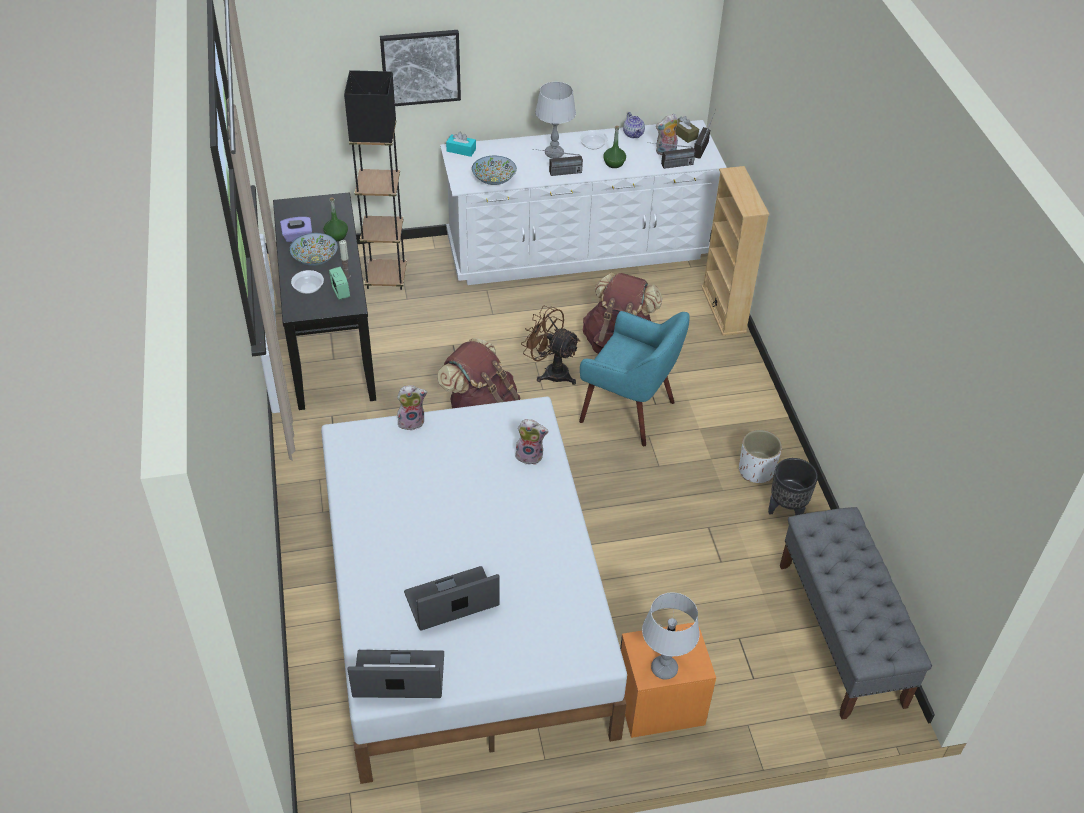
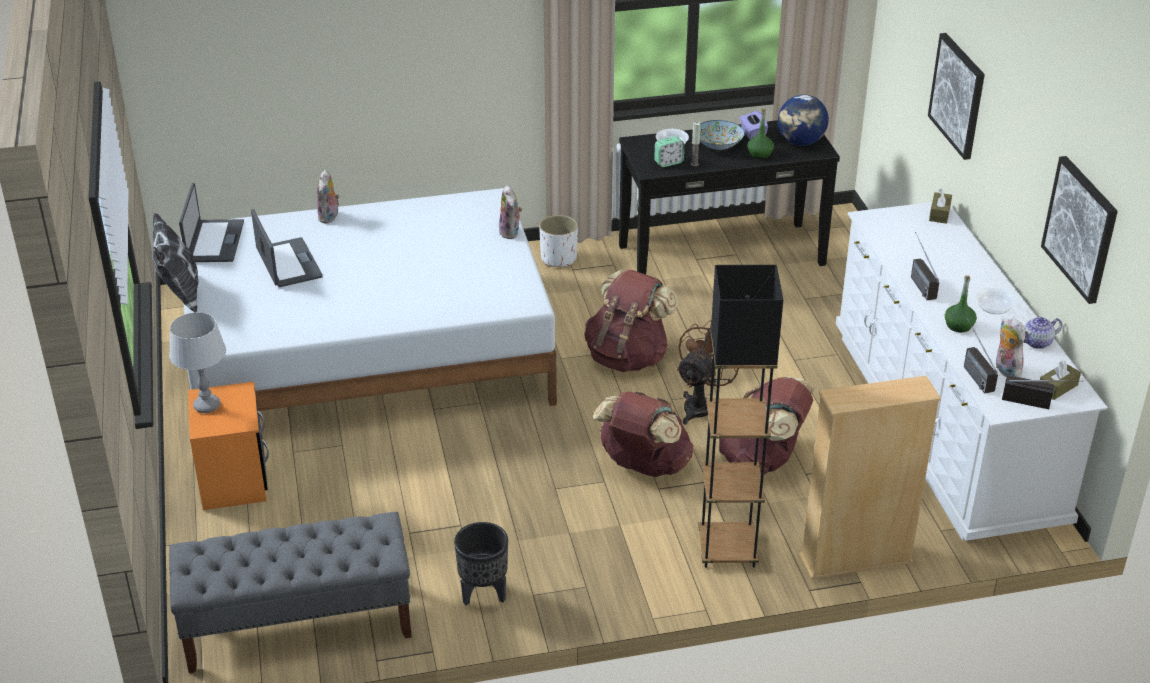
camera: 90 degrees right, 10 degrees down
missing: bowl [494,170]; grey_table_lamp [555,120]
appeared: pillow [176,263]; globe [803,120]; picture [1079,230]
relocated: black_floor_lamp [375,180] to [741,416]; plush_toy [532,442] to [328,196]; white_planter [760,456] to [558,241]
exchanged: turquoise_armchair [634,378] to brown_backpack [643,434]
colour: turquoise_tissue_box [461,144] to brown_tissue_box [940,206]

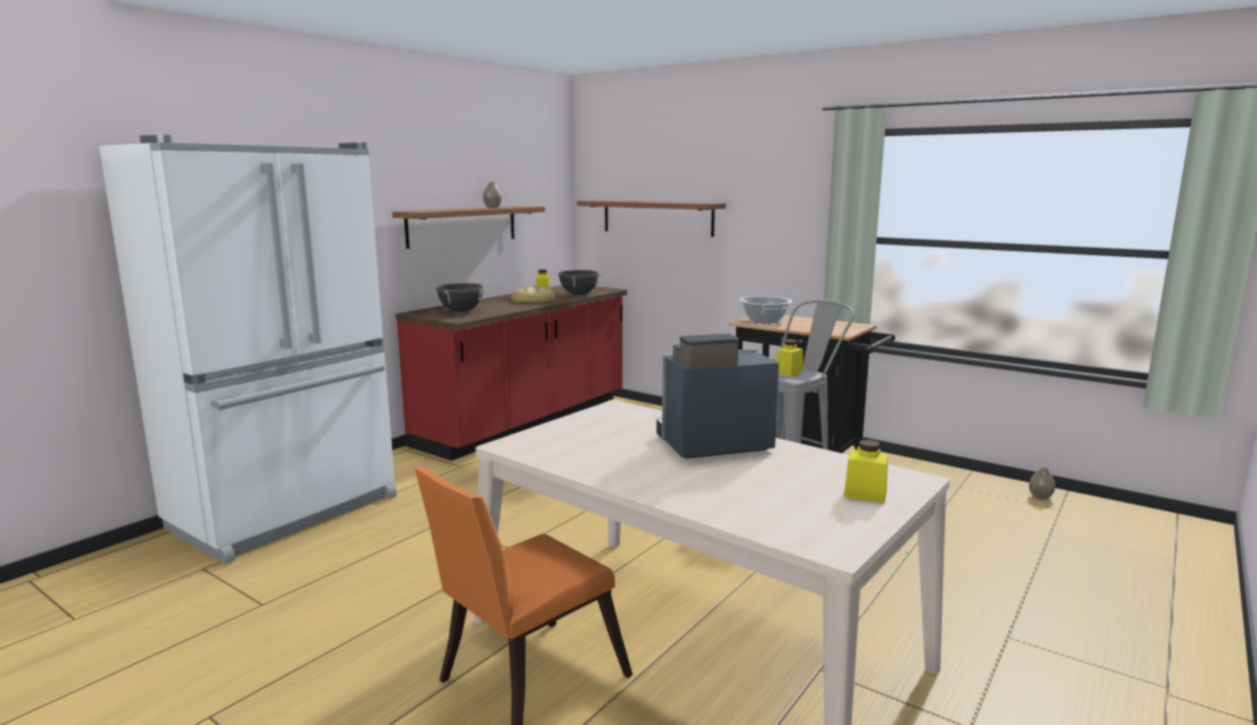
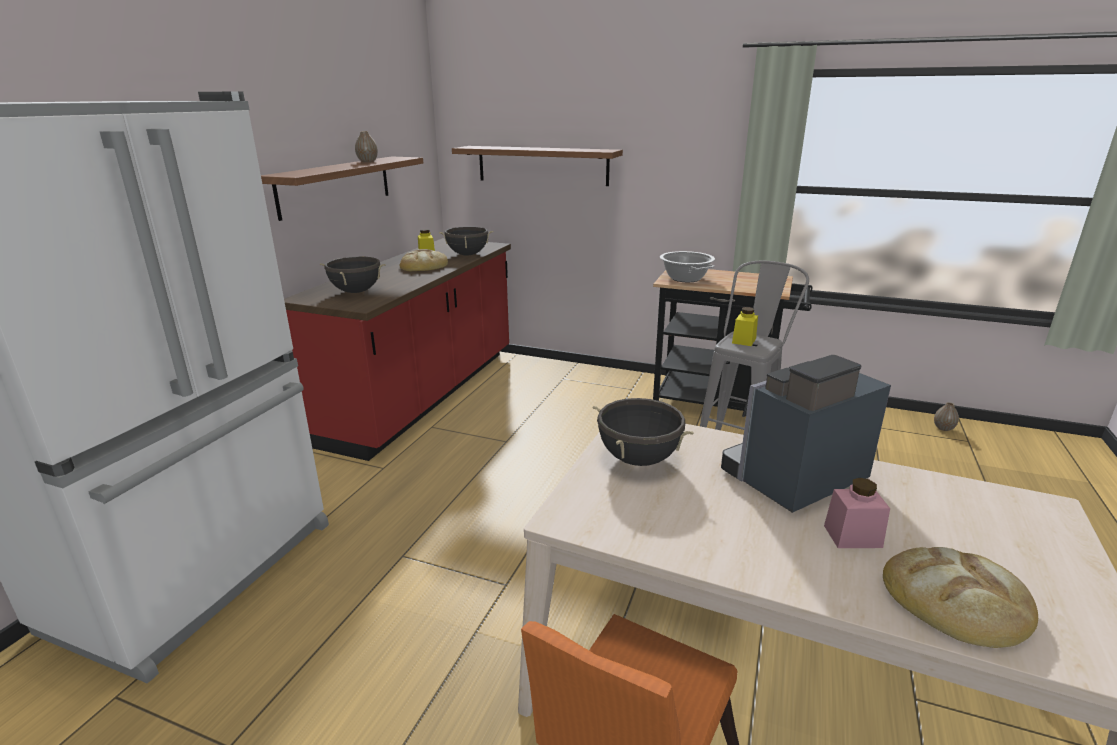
camera: 15 degrees left, 10 degrees up
missing: yellow_jar [866,471]
appeared: black_cooking_pot [643,432]; pink_jar [857,513]; bread [960,597]

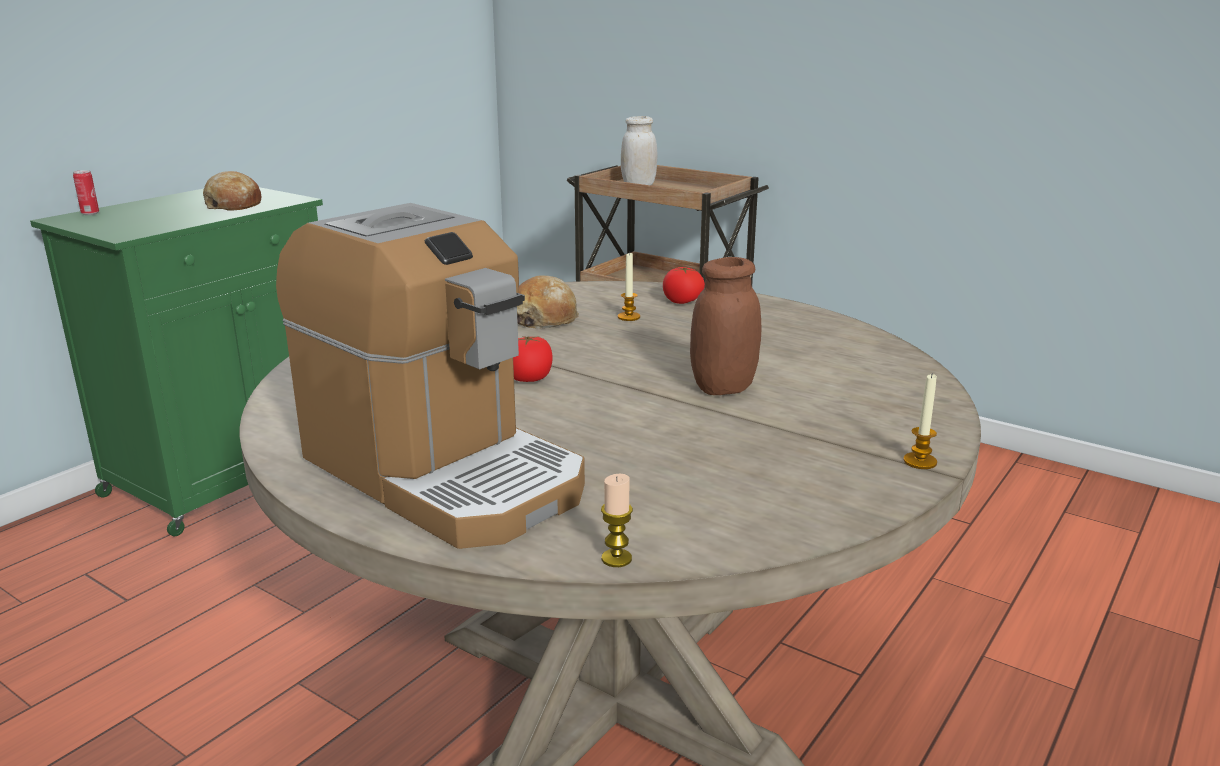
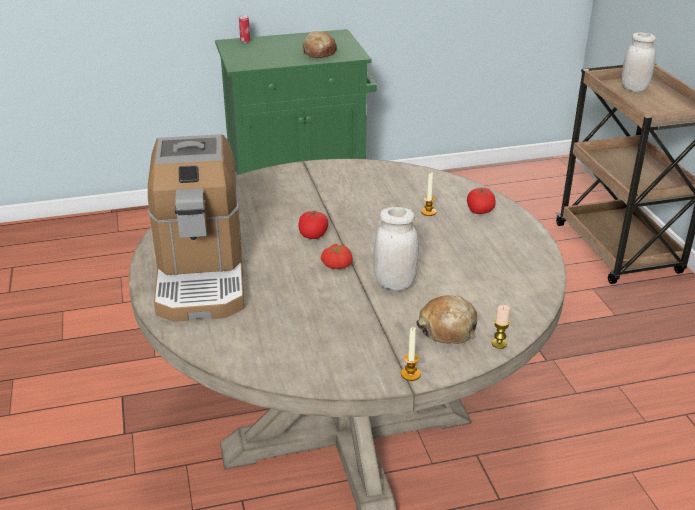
camera: 40 degrees right, 10 degrees up
appeared: tomato [337,256]
relocated: bread [548,302] to [446,319]; candle [617,520] to [501,327]
colour: brown_jar [725,326] to white_jar [396,248]

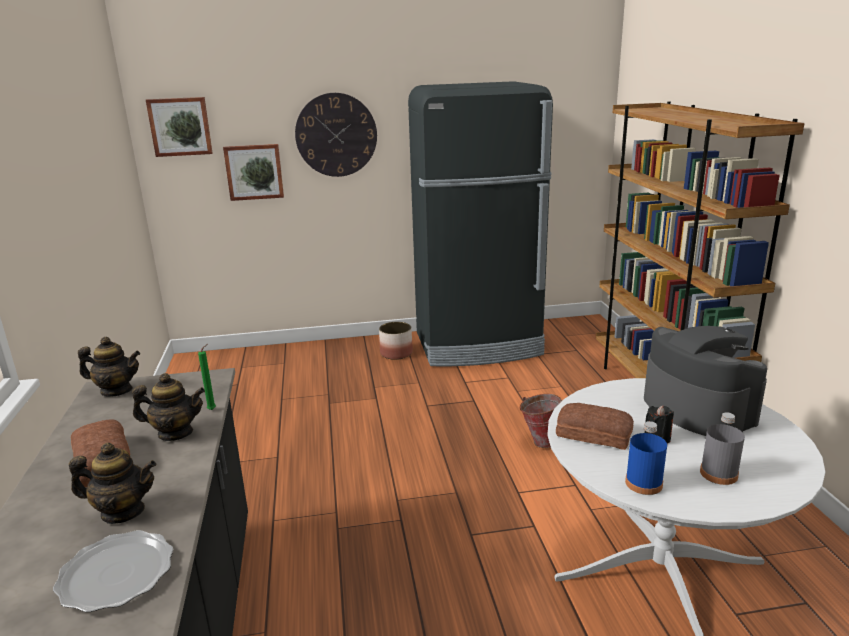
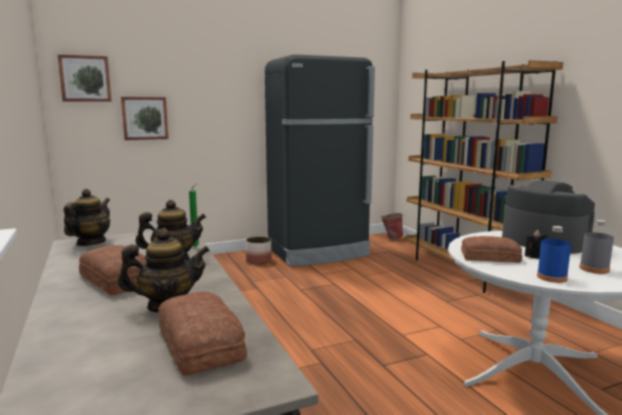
camera: 15 degrees left, 10 degrees down
missing: wall_clock [336,135]
relocated: bucket [541,421] to [392,226]
exchanged: plate [113,571] to bread [202,334]
spun: teapot [109,367] = [87,217] 60 degrees counterclockwise

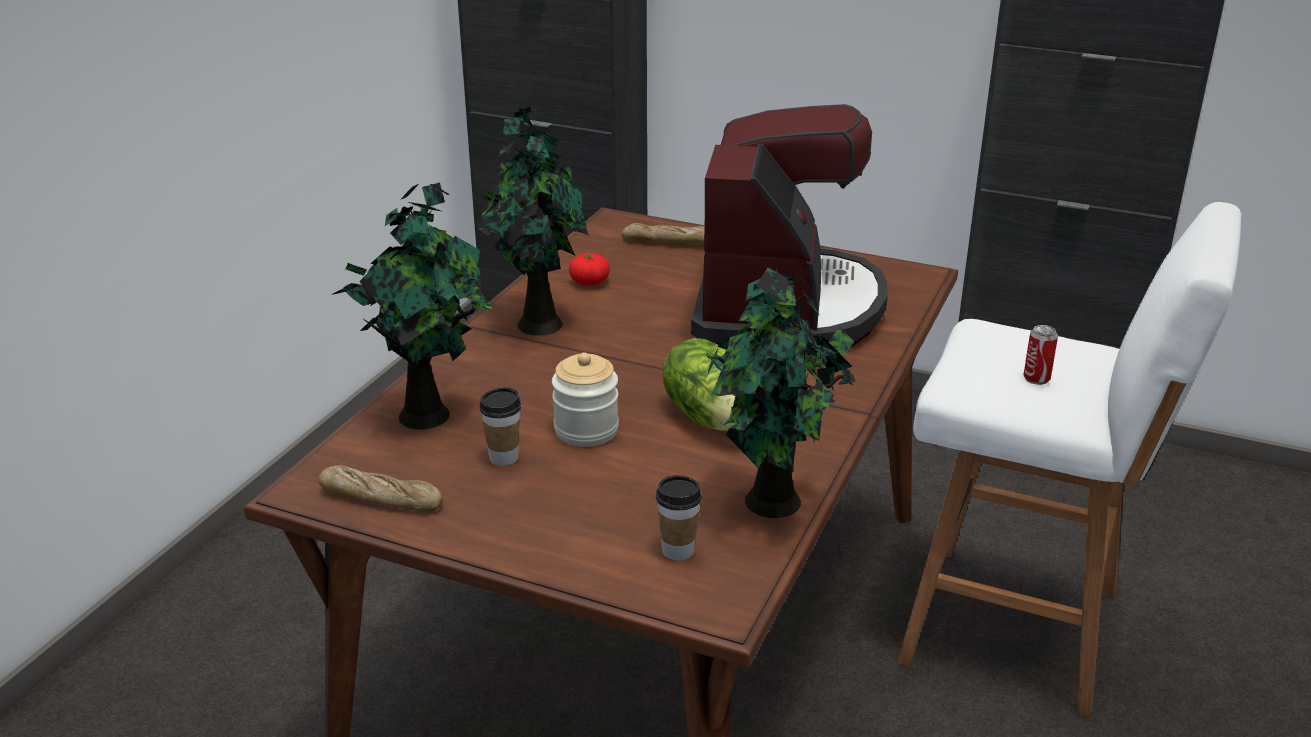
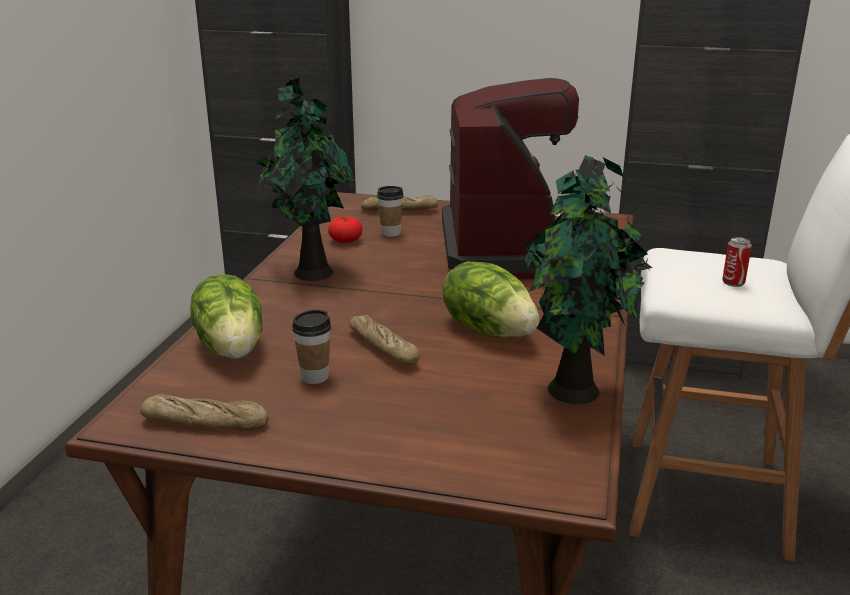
camera: 10 degrees left, 5 degrees down
relocated: cup [679,518] to [390,211]
exchanged: potted_plant [412,306] to lettuce [226,316]; jar [585,400] to bread [384,340]

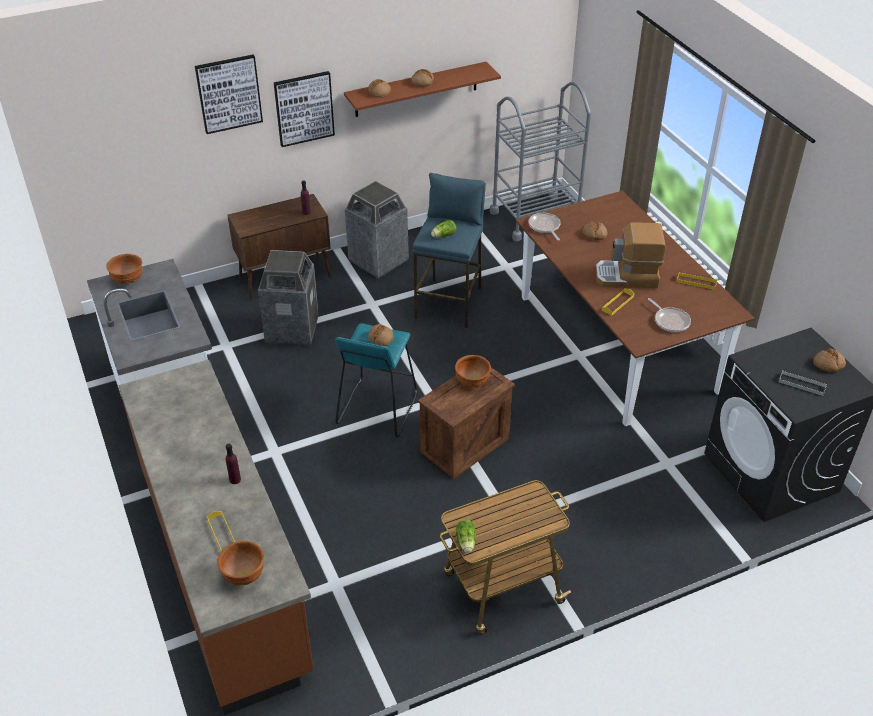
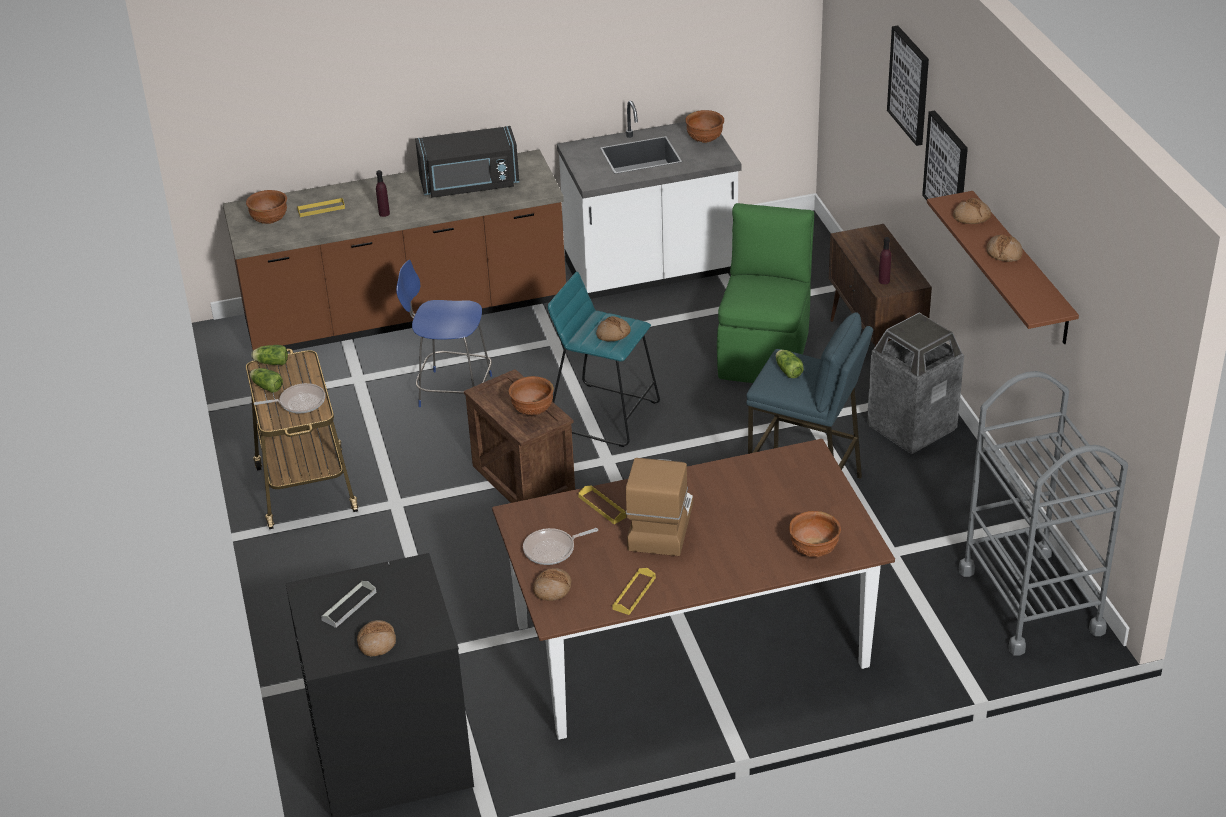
camera: 100 degrees right, 5 degrees down
appeared: lettuce [266,380]; blue_chair [444,333]; black_microwave [467,162]; brown_bowl [815,534]
relocated: frying_pan [545,227] to [289,398]; bread [594,231] to [552,584]
exchanged: trash_can [288,298] to green_chair [765,293]

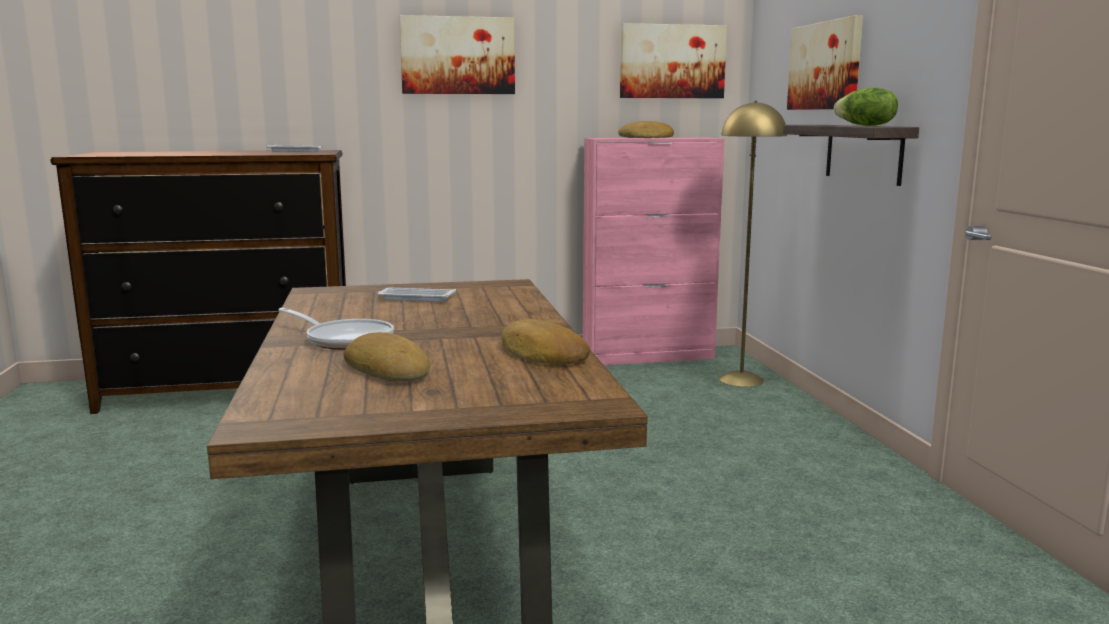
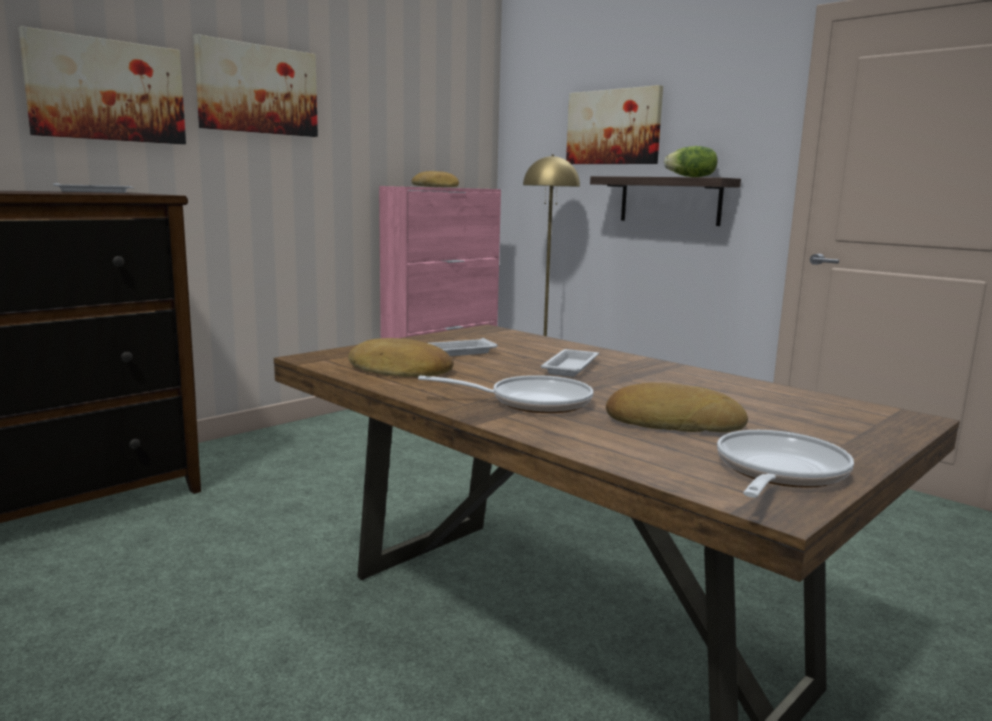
camera: 35 degrees left, 0 degrees up
appeared: white_tray [570,363]; frying_pan [785,464]
relocated: bread [545,342] to [401,357]; picture [673,60] to [102,85]

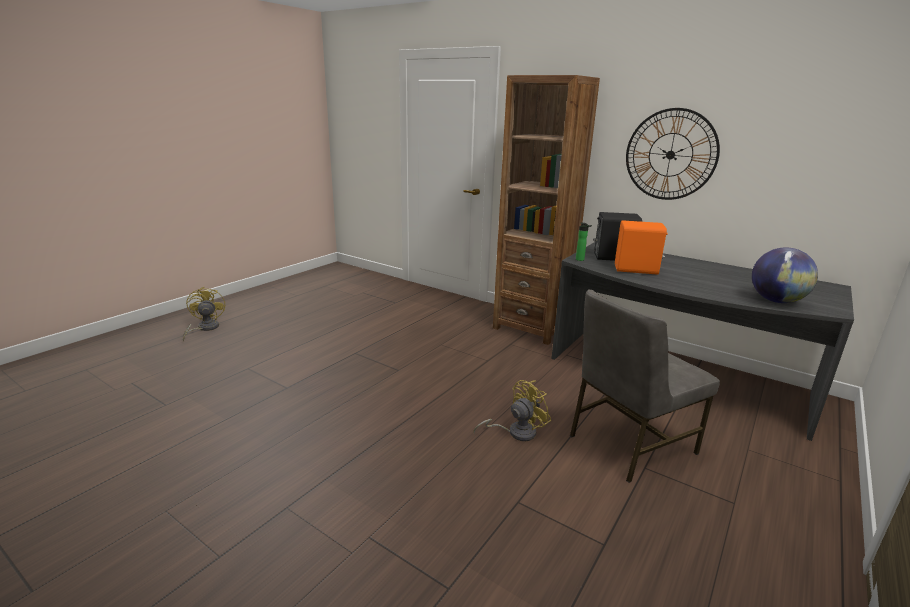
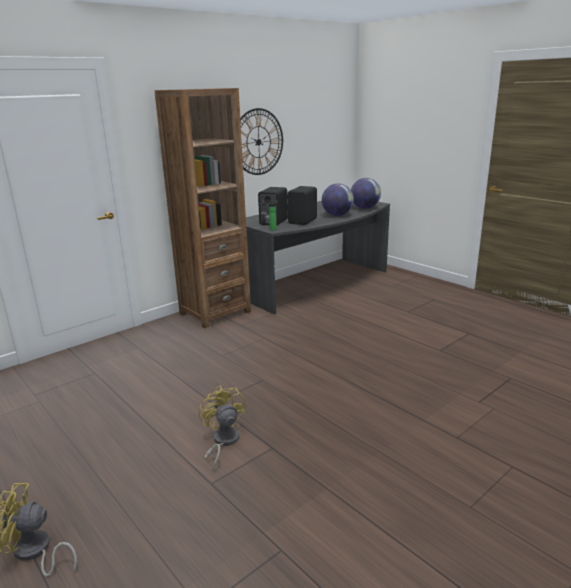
camera: 75 degrees left, 0 degrees up
missing: grey_chair [645,386]
appeared: globe [338,199]
relocated: yellow_fan [512,410] to [222,428]
colour: orange_speaker [641,247] to black_speaker [302,205]

